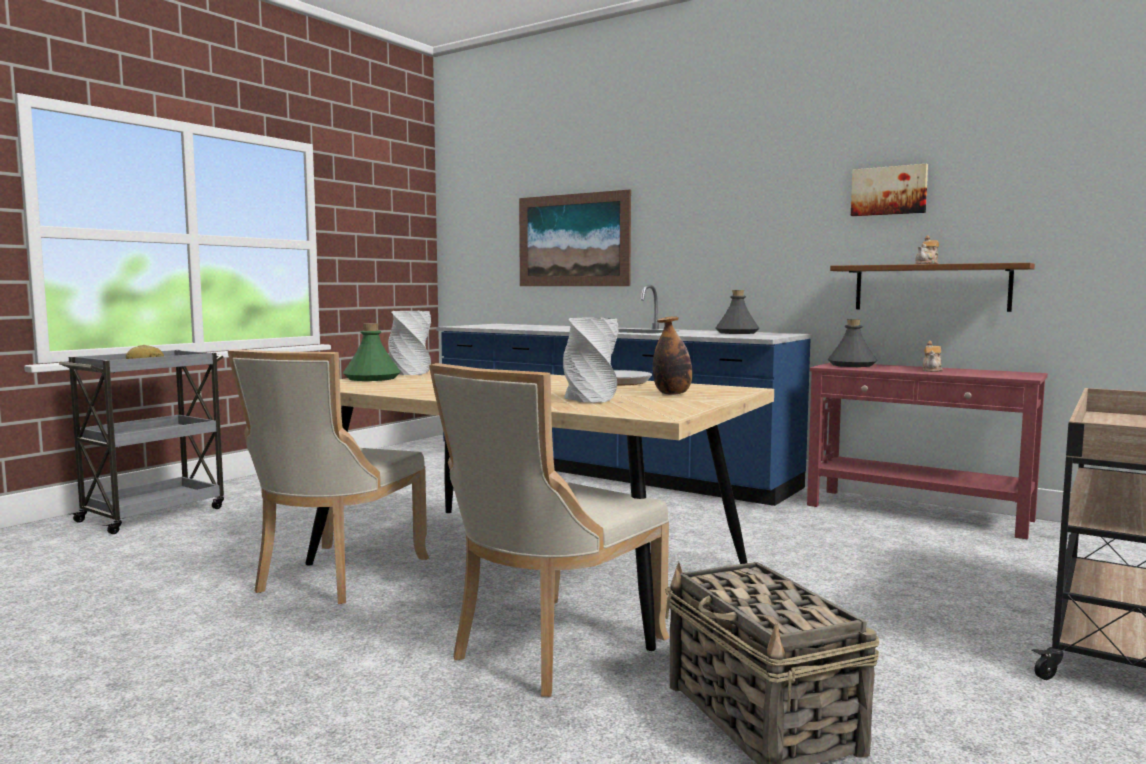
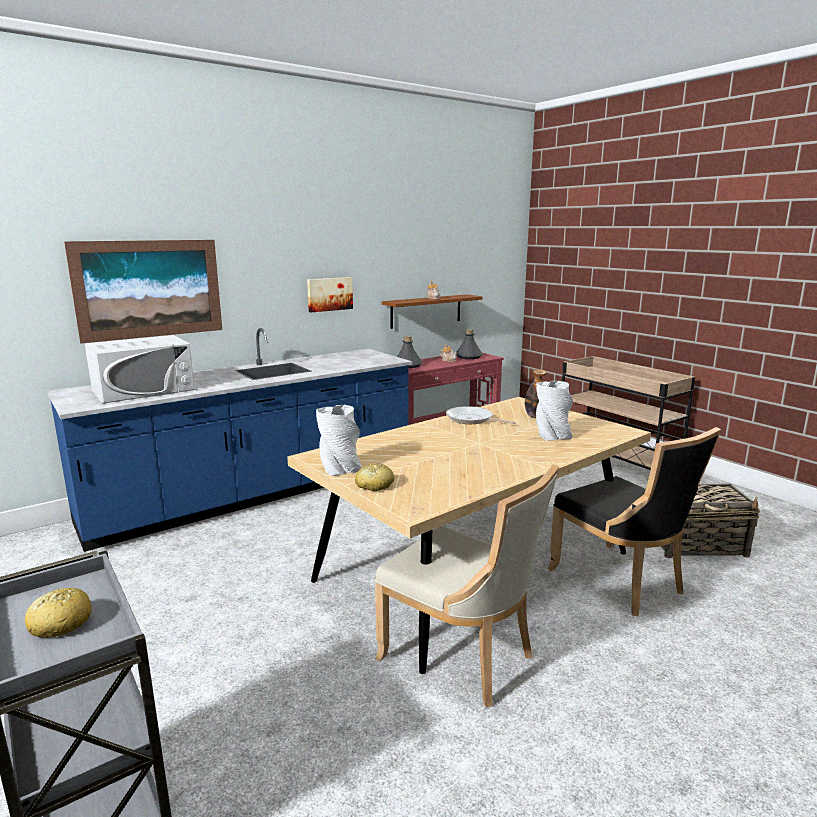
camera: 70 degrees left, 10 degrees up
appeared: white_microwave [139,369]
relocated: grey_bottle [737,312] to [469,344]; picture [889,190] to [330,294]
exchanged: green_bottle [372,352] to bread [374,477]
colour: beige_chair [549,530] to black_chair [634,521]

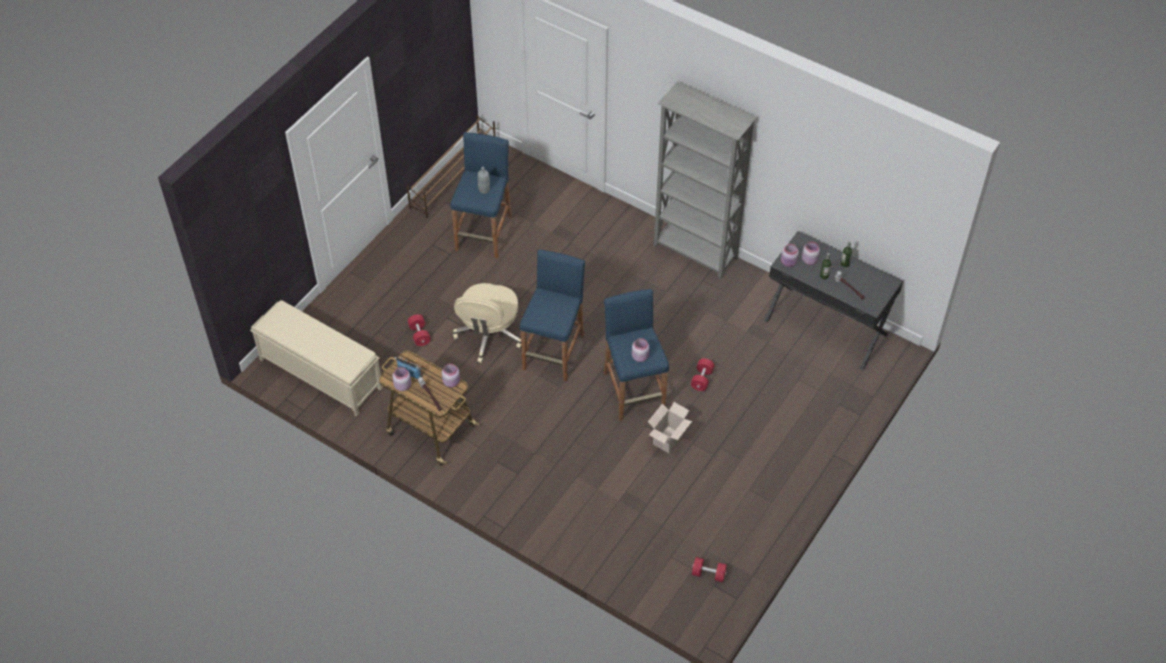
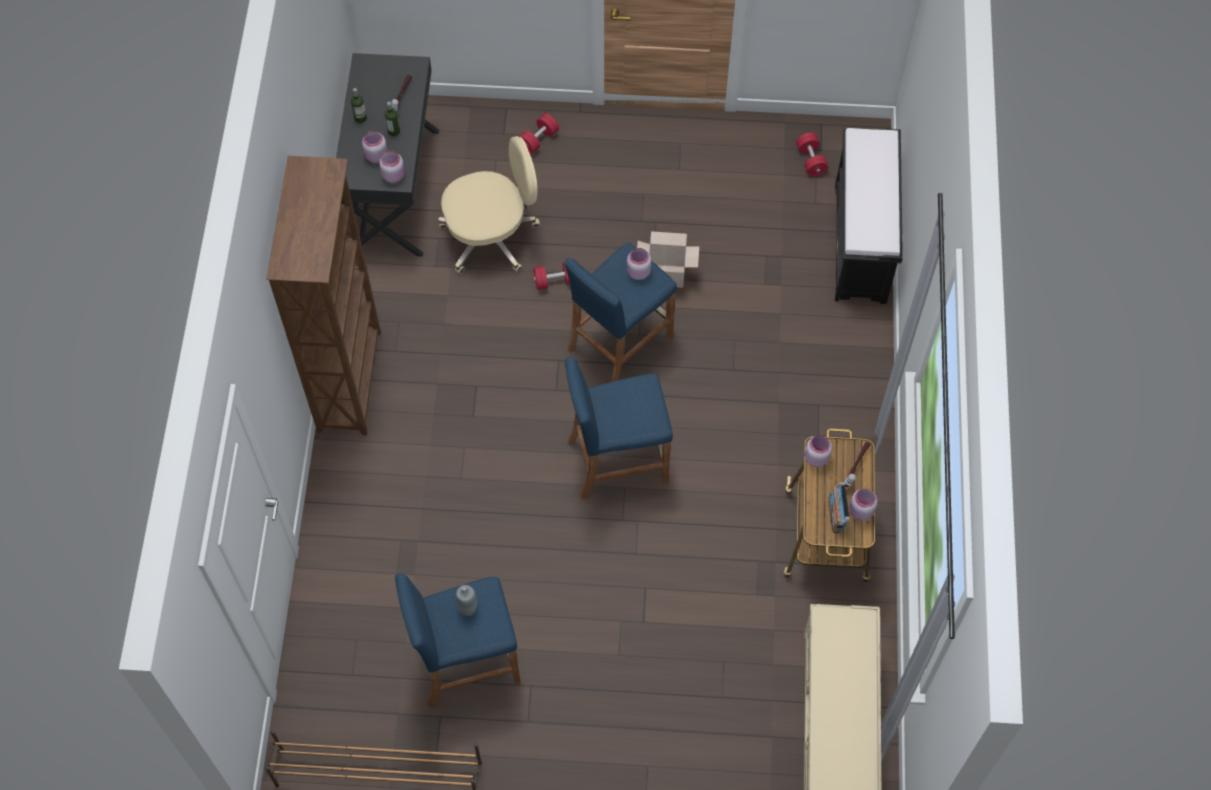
camera: 120 degrees left, 10 degrees up
appeared: black_bench [869,216]
relocated: red_dumbbell [419,330] to [539,133]; beige_office_chair [487,323] to [489,205]
colour: grey_bookcase [705,180] to brown_bookcase [323,295]

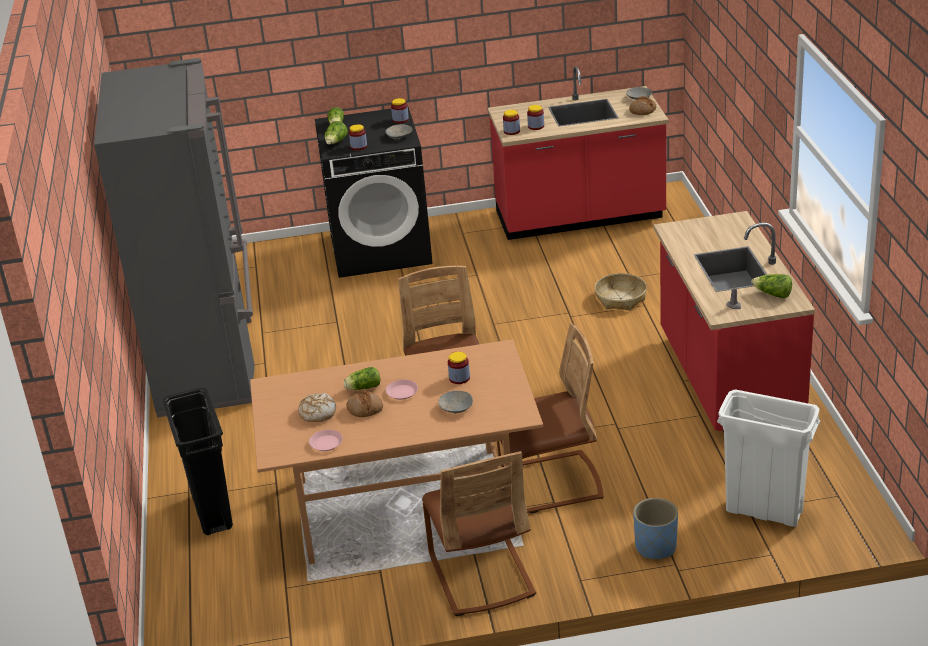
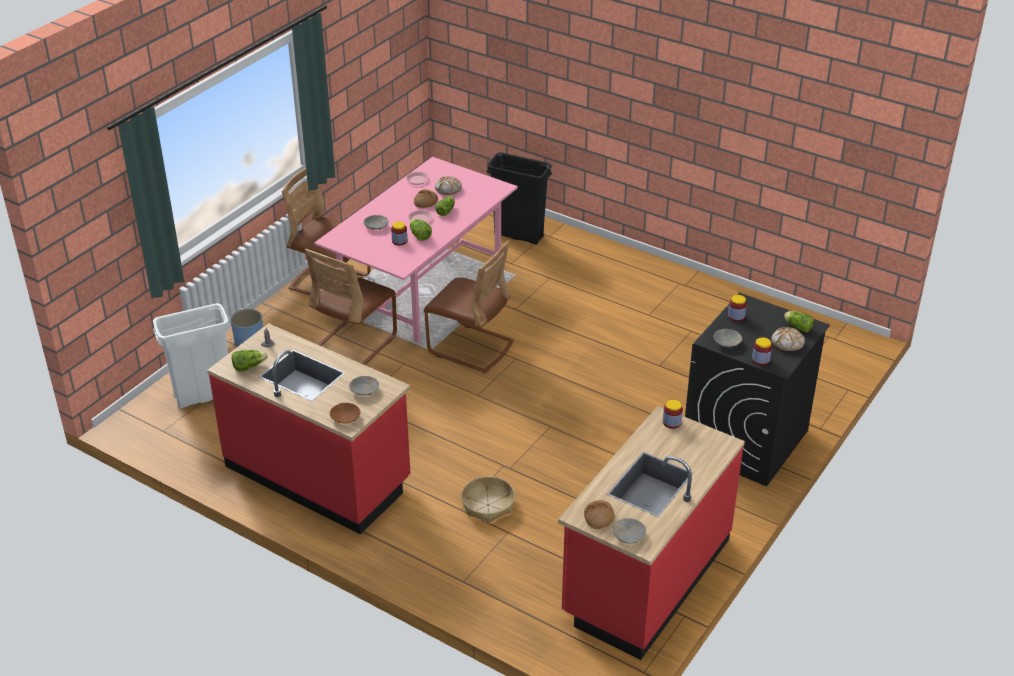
camera: 130 degrees right, 5 degrees up
missing: grey_fridge [174,238]; jar [535,117]
appeared: brown_bowl [345,413]; grey_bowl [364,385]; bread [788,339]
relocated: lettuce [336,133] to [421,230]
colour: brown_dining_table [396,451] to pink_dining_table [416,250]

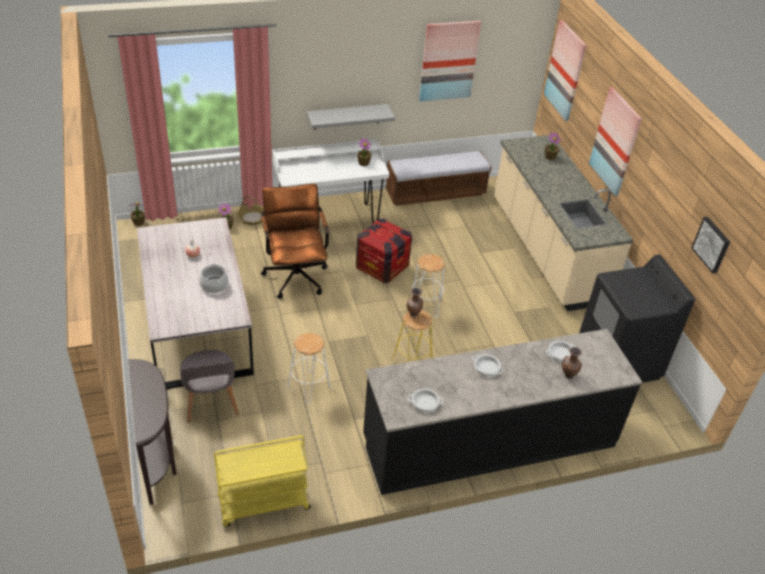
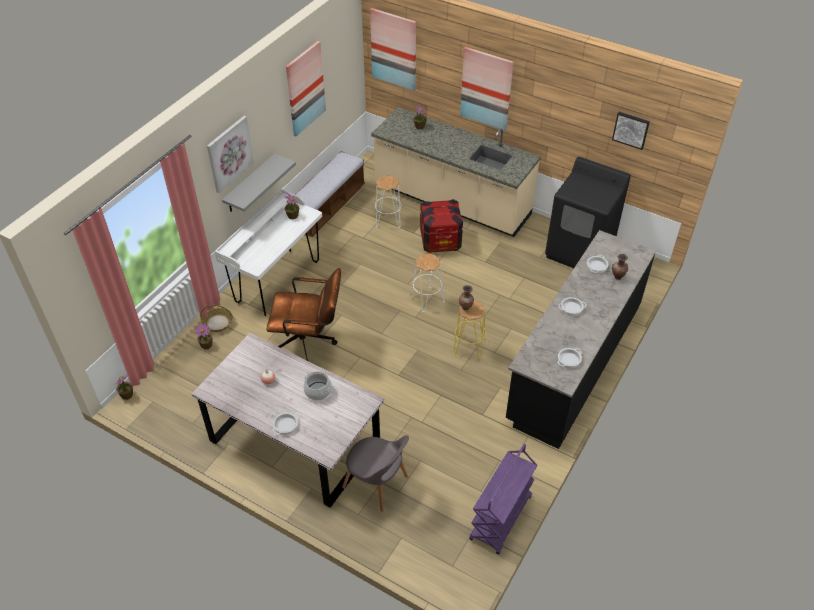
camera: 40 degrees left, 5 degrees up
missing: brown_console_table [152,432]
appeared: picture [230,154]; cooking_pot [285,423]
relocated: white_stool [309,368] to [388,202]; crate [384,251] to [441,226]
colour: yellow_cart [262,481] to purple_cart [503,499]
spun: brown_office_chair [295,241] = [304,314] 150 degrees clockwise

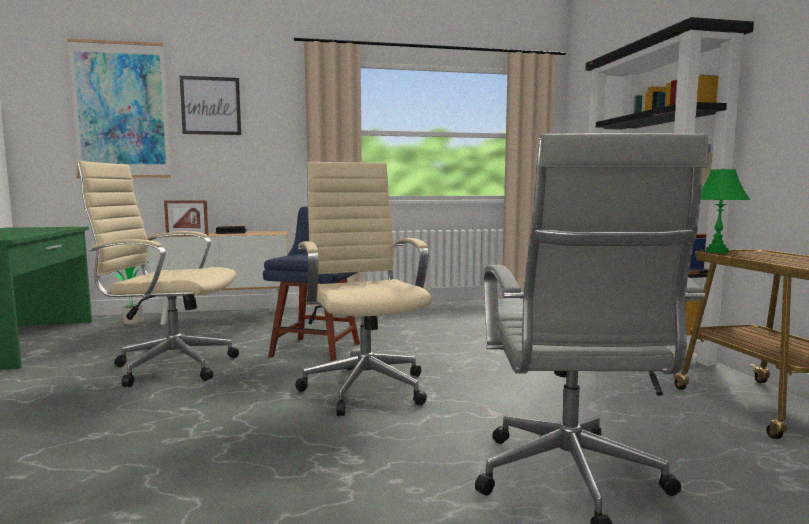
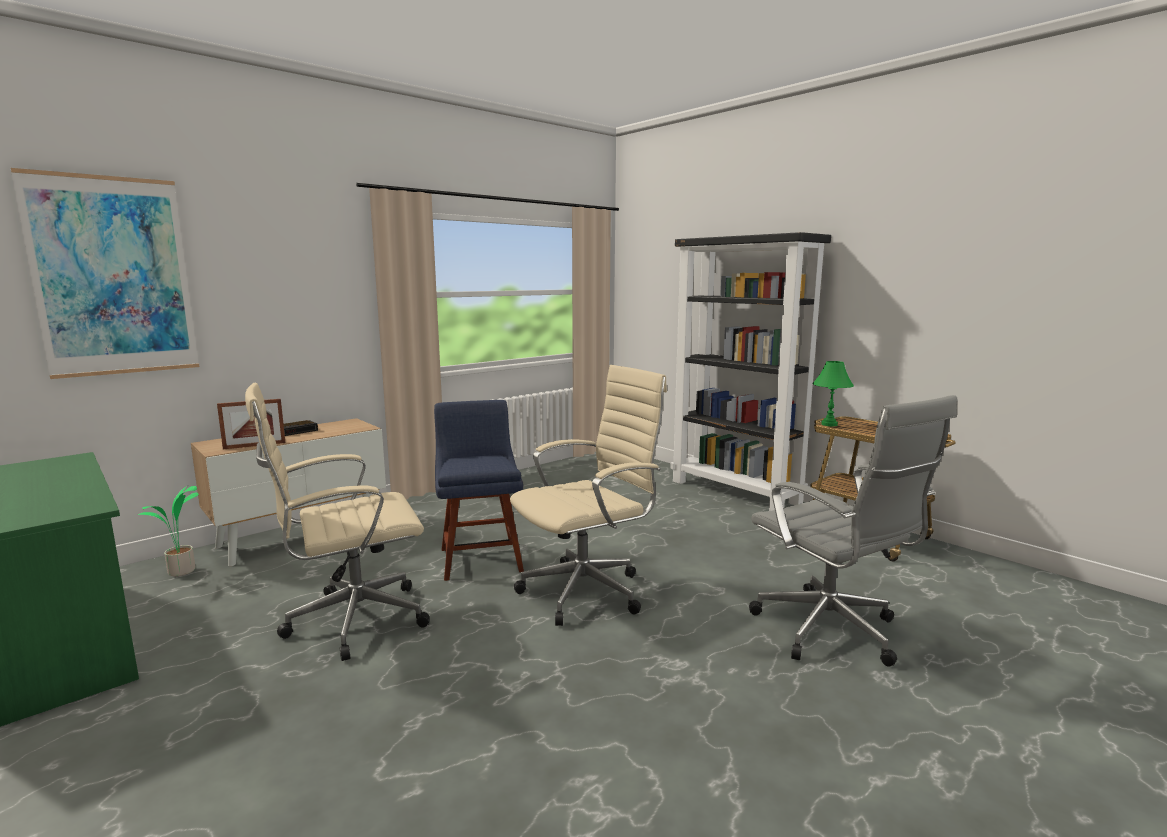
camera: 30 degrees left, 5 degrees up
missing: picture [210,105]
spun: beige_office_chair [363,289] = [588,495] 105 degrees clockwise

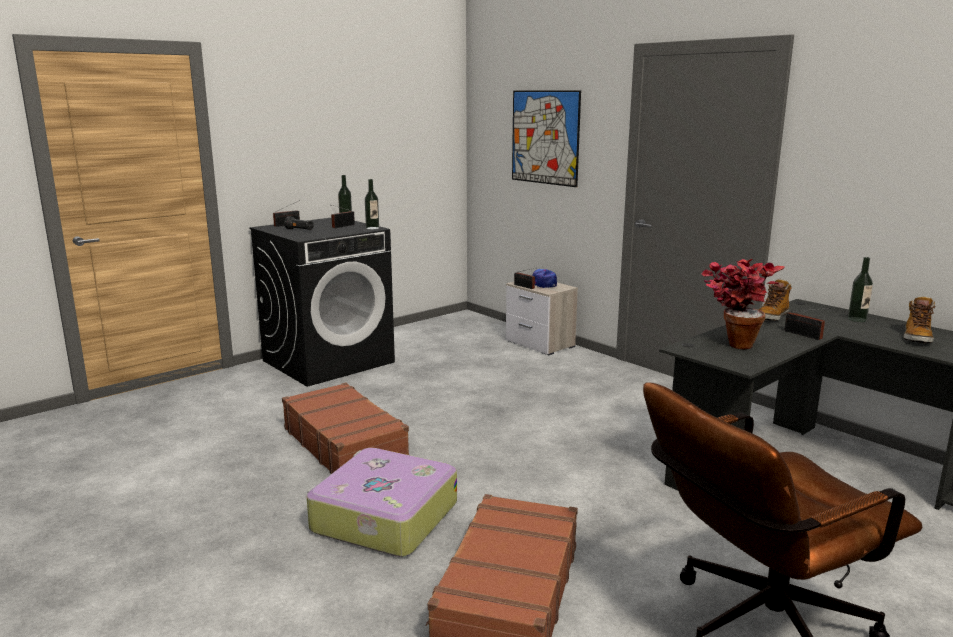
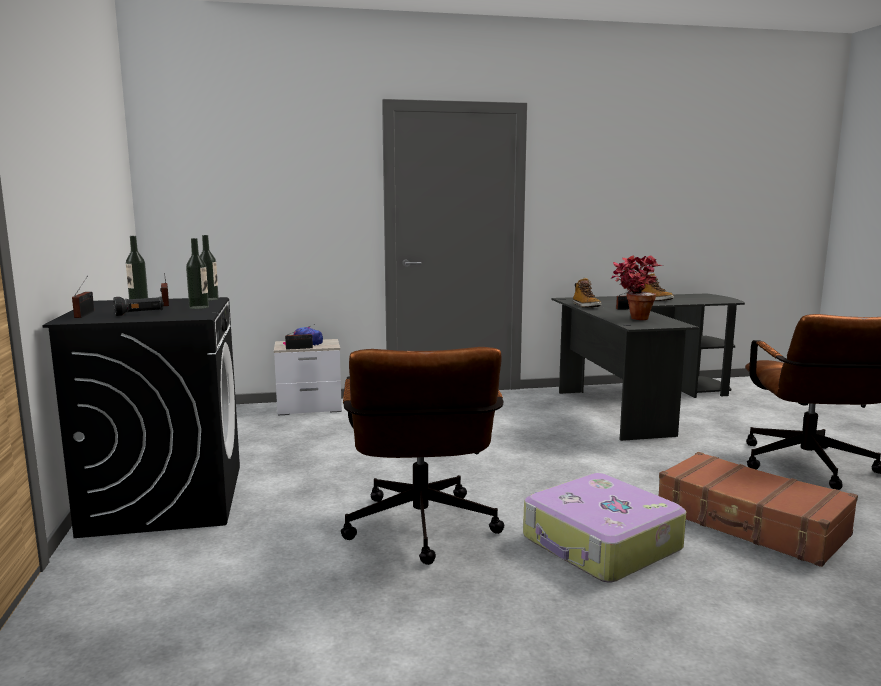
camera: 60 degrees left, 5 degrees down
missing: picture [546,138]
relocated: bottle [860,289] to [197,273]
exchanged: brown_suitcase [345,428] to brown_office_chair [422,456]

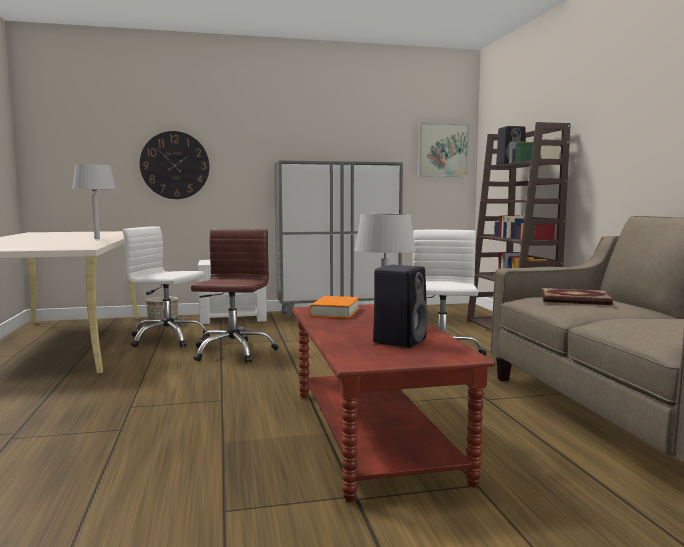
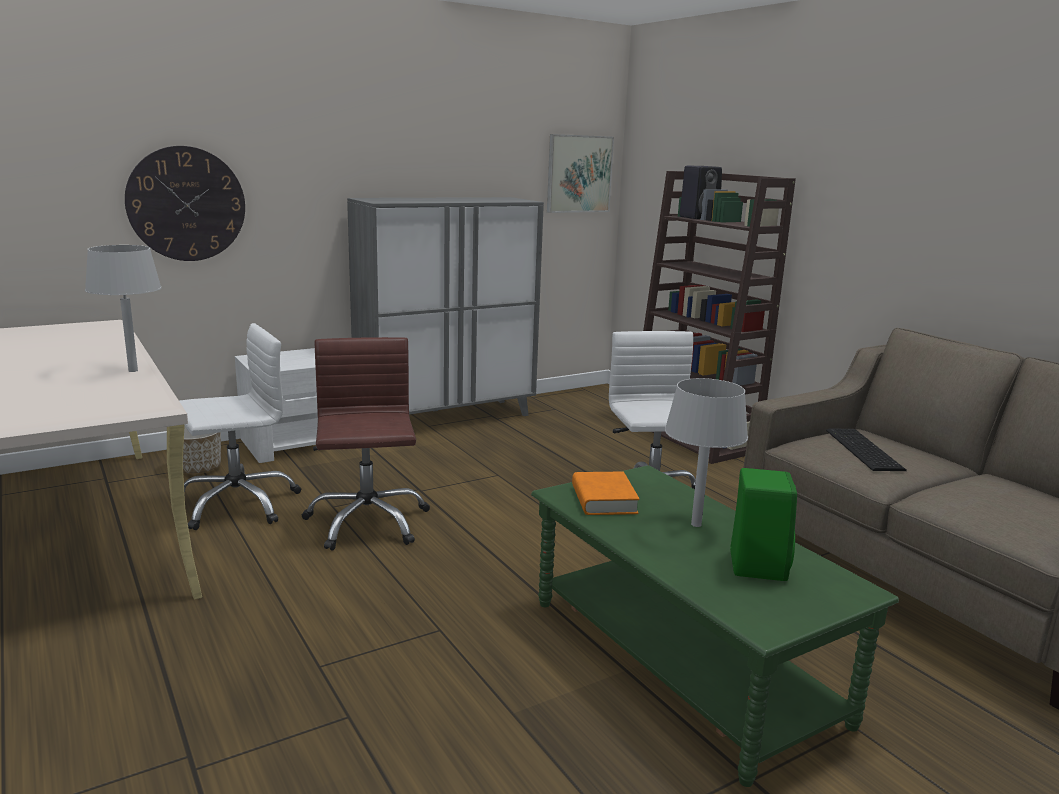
camera: 20 degrees left, 10 degrees up
exchanged: book [577,296] to keyboard [866,449]
colour: brown_coffee_table [393,403] to green_coffee_table [715,626]; black_speaker [400,306] to green_speaker [763,524]
spun: white_office_chair [166,287] = [240,426] 150 degrees clockwise

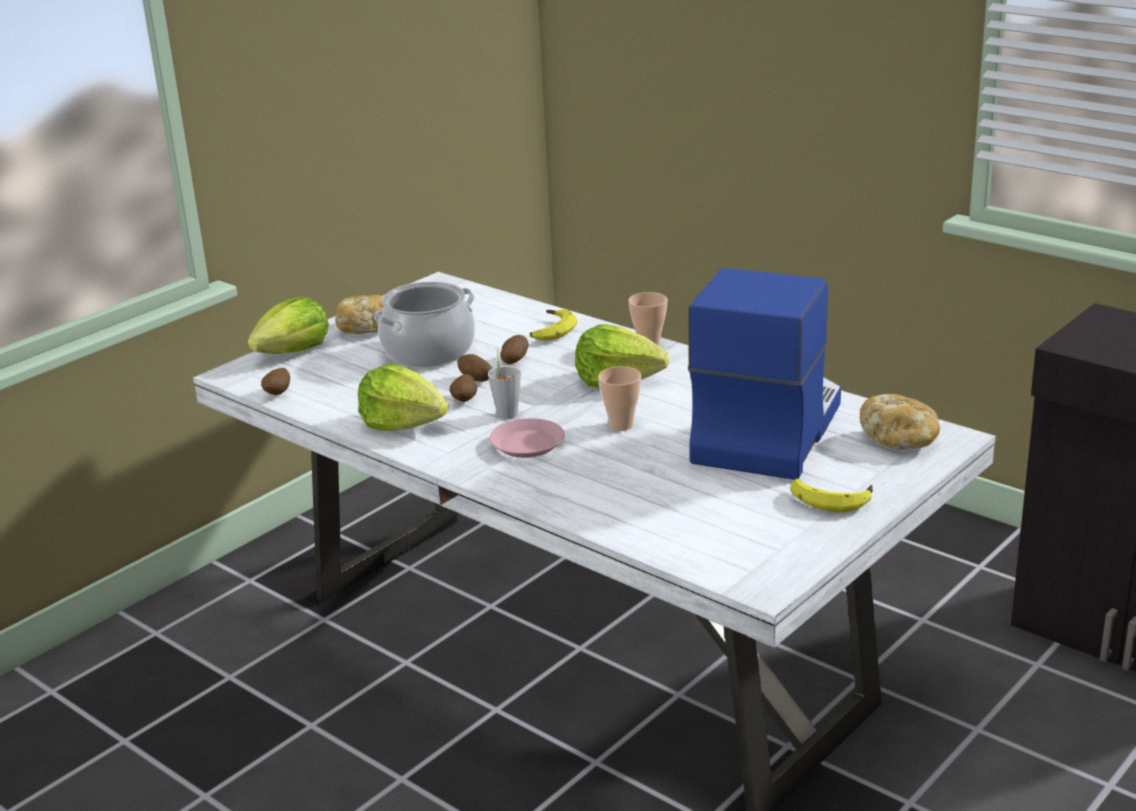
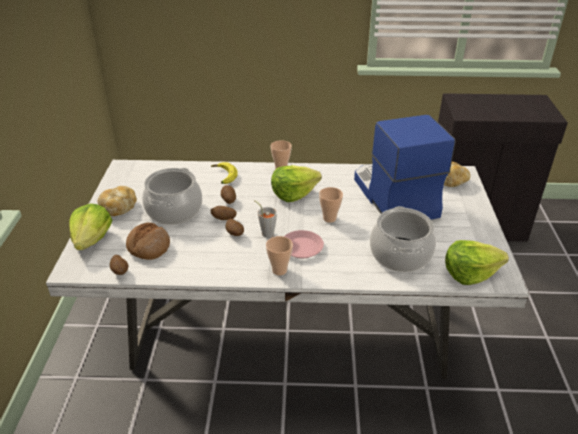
camera: 40 degrees left, 10 degrees up
missing: banana [832,495]
appeared: bread [148,241]; cup [279,255]; cooking_pot [403,239]
relocated: lettuce [403,397] to [477,262]

